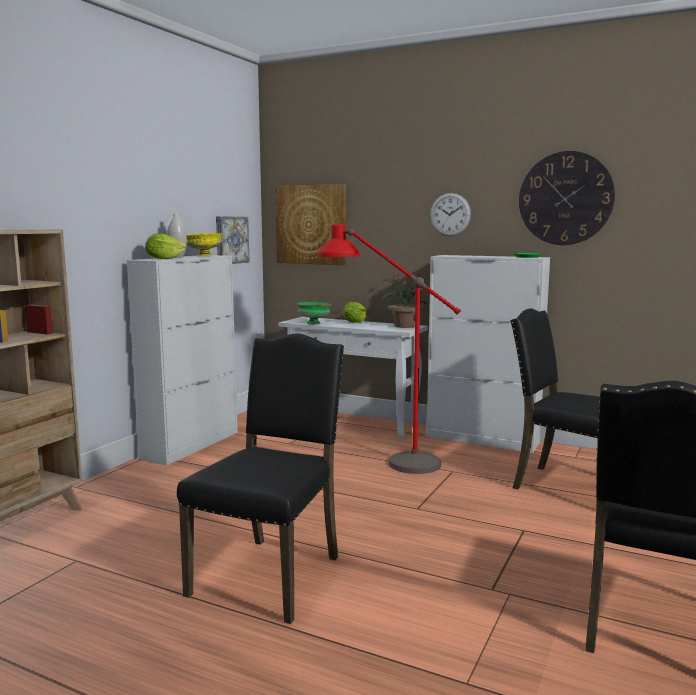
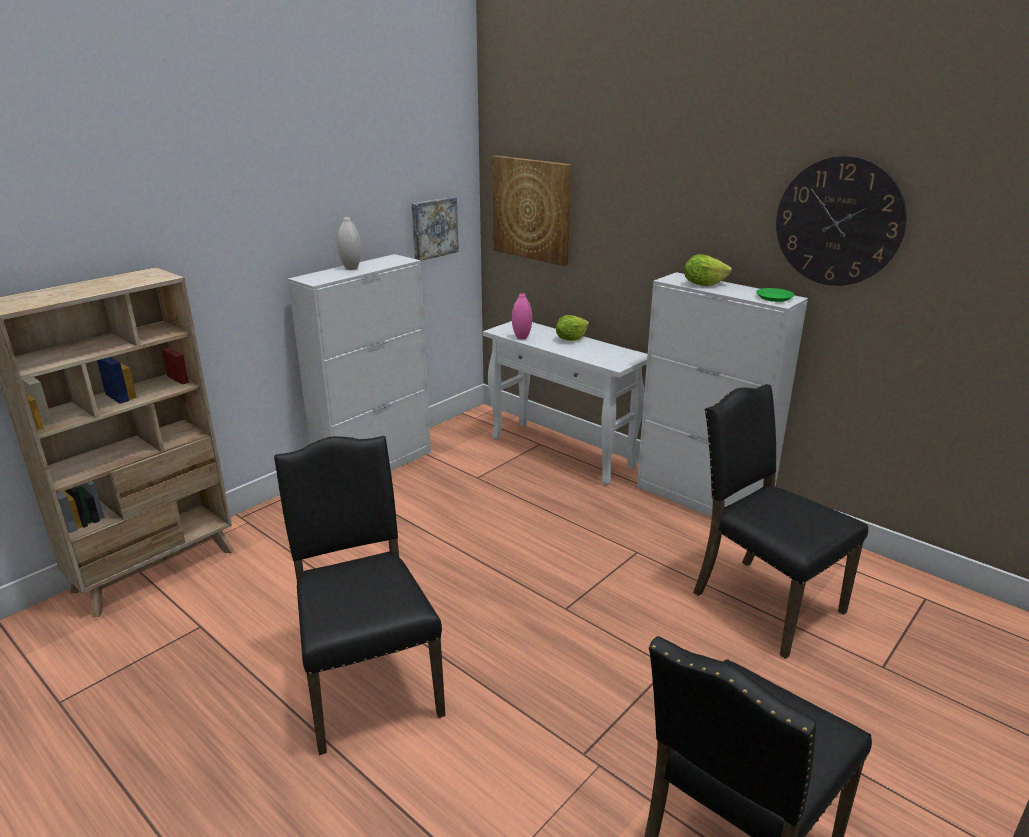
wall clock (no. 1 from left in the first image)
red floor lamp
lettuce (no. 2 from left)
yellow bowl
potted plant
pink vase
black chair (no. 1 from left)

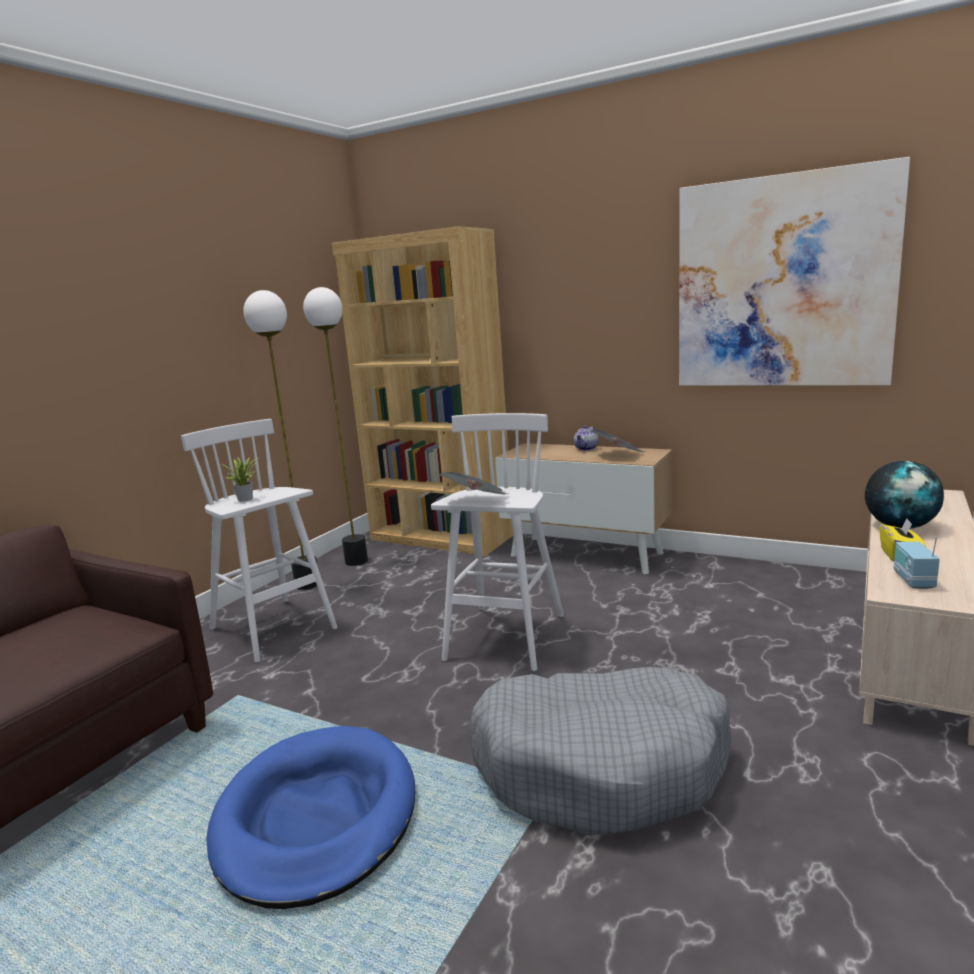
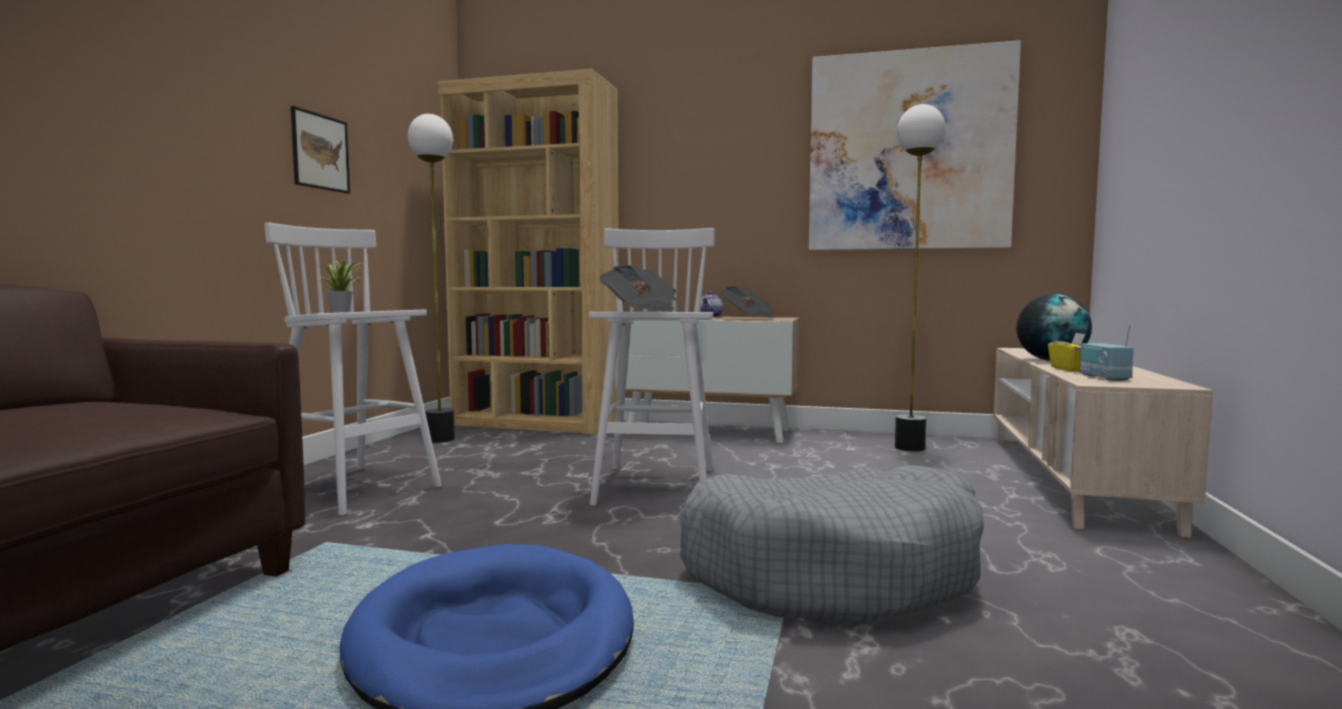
floor lamp (no. 2 from left)
picture (no. 1 from left)

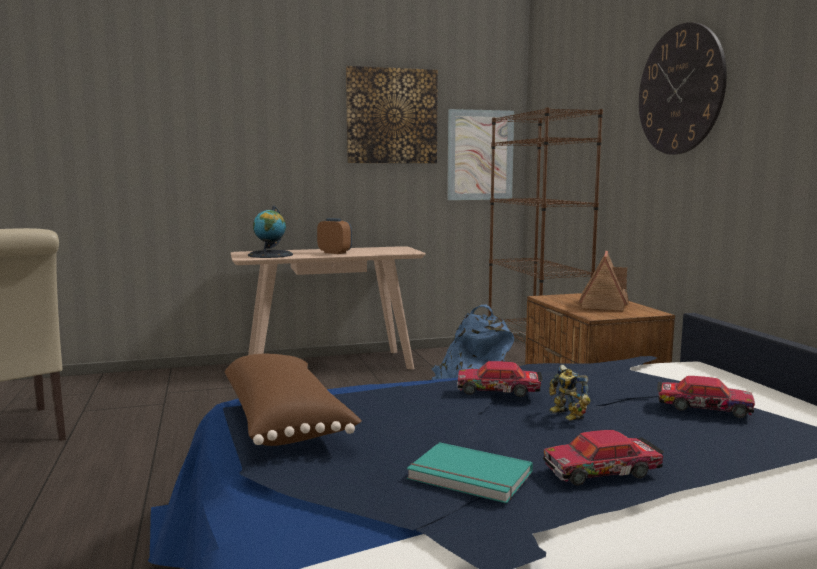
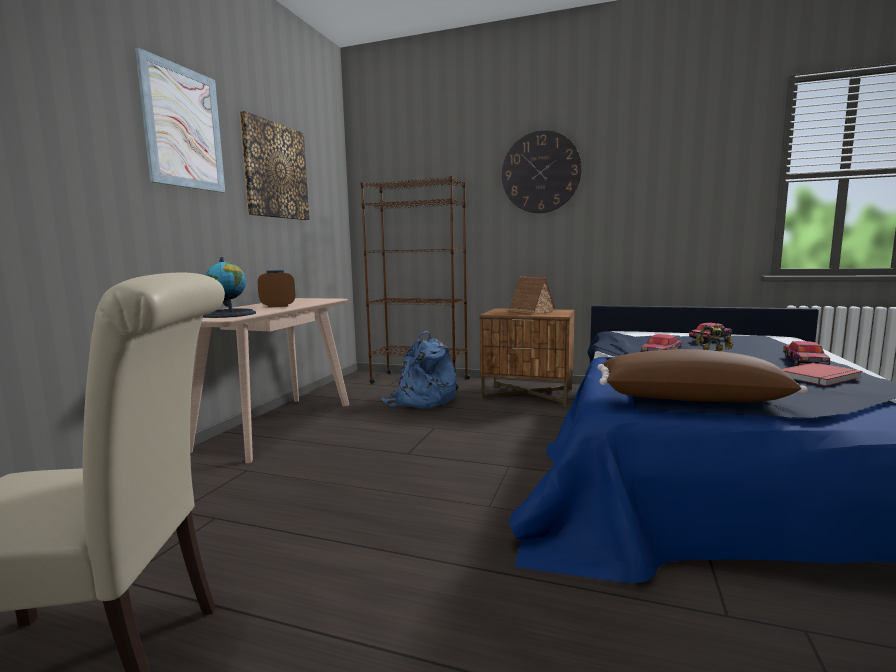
picture (no. 1 from left)
red book

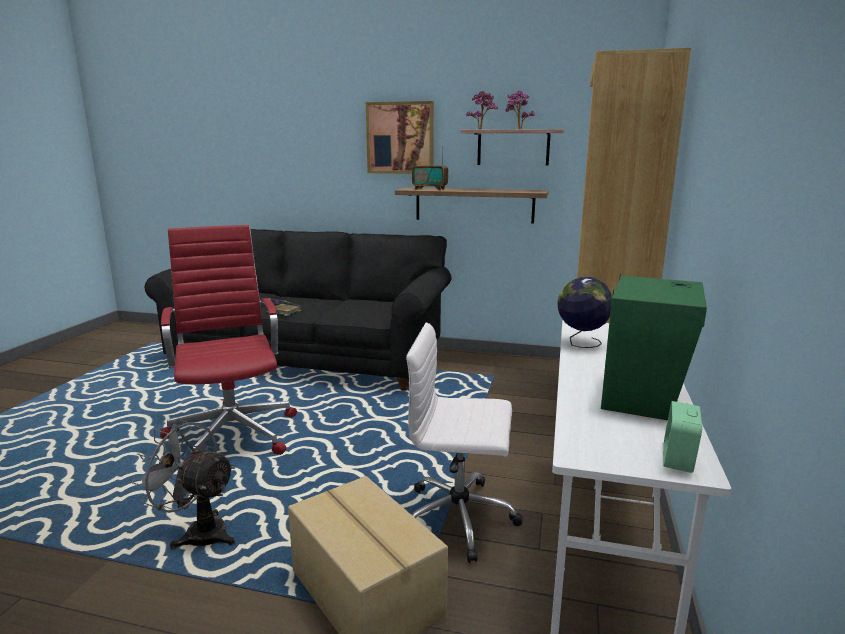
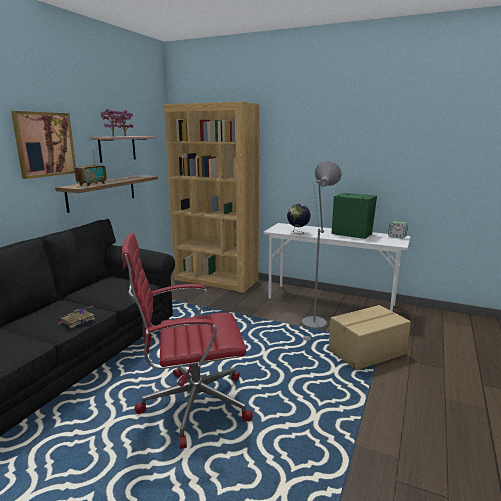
grey floor lamp
grey fan

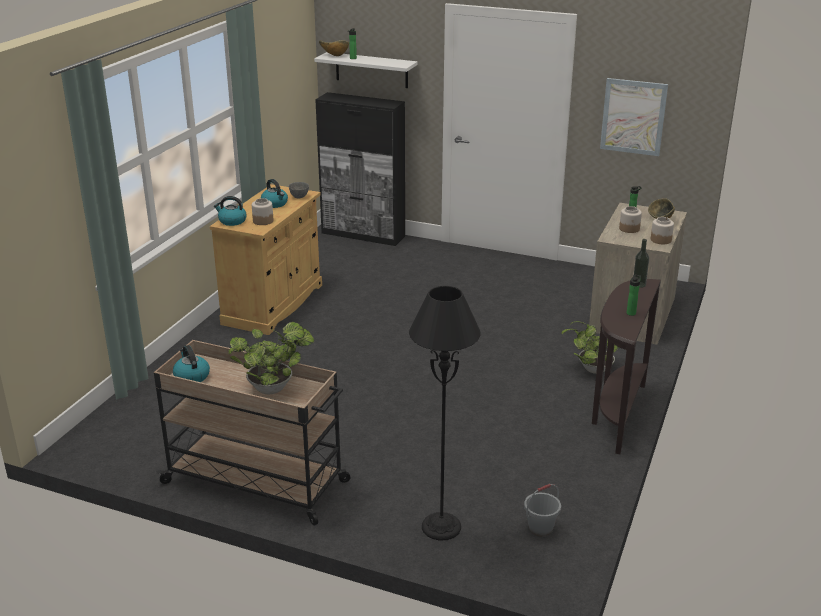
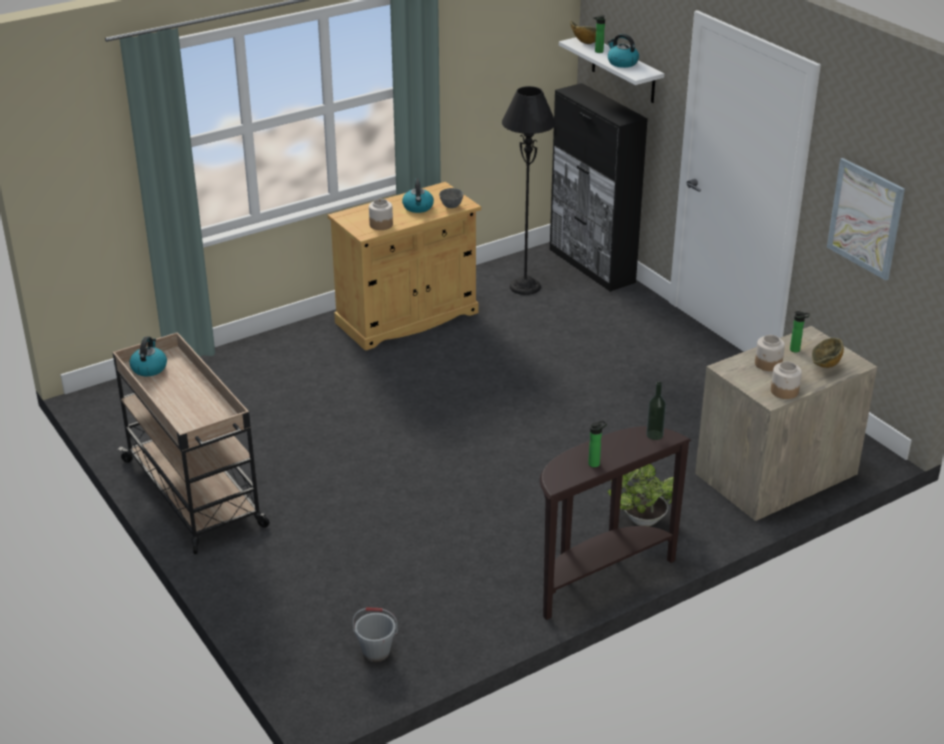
kettle (no. 3 from left)
black floor lamp
potted plant (no. 1 from left in the first image)

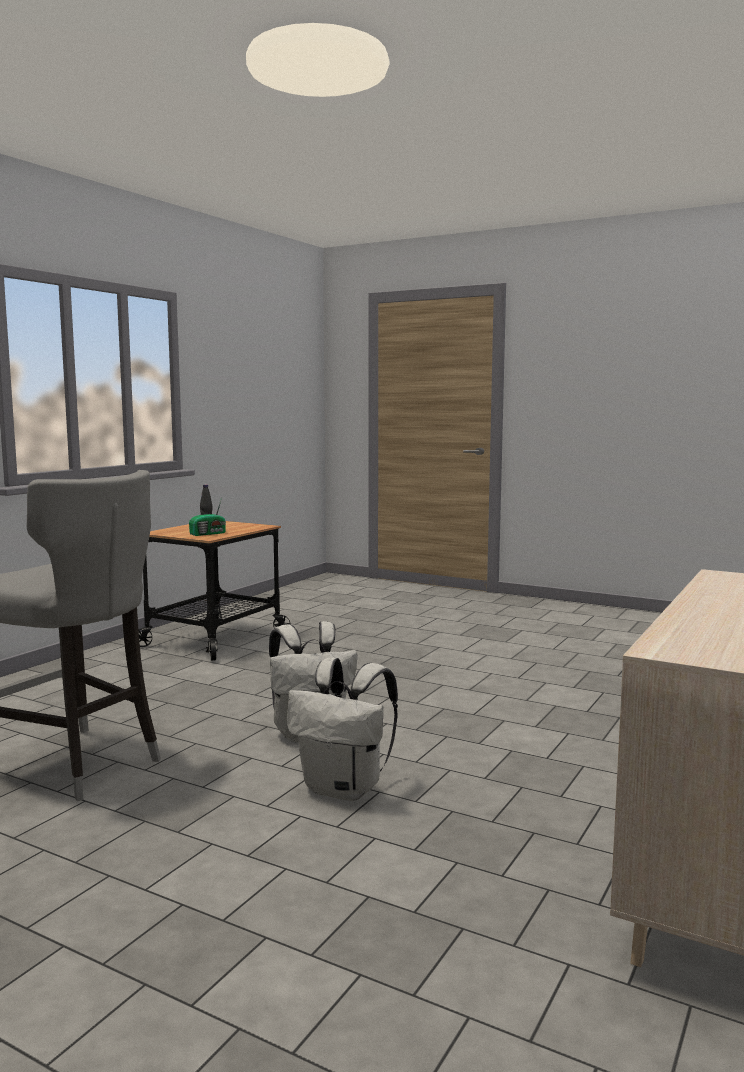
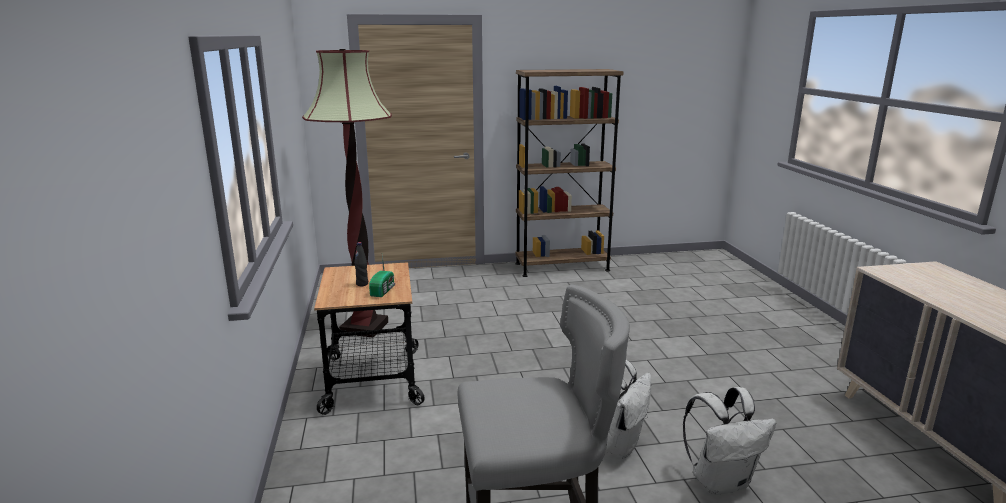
floor lamp
brown bookcase

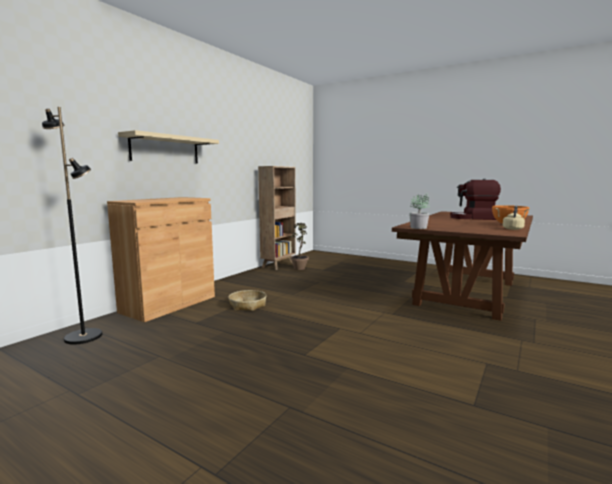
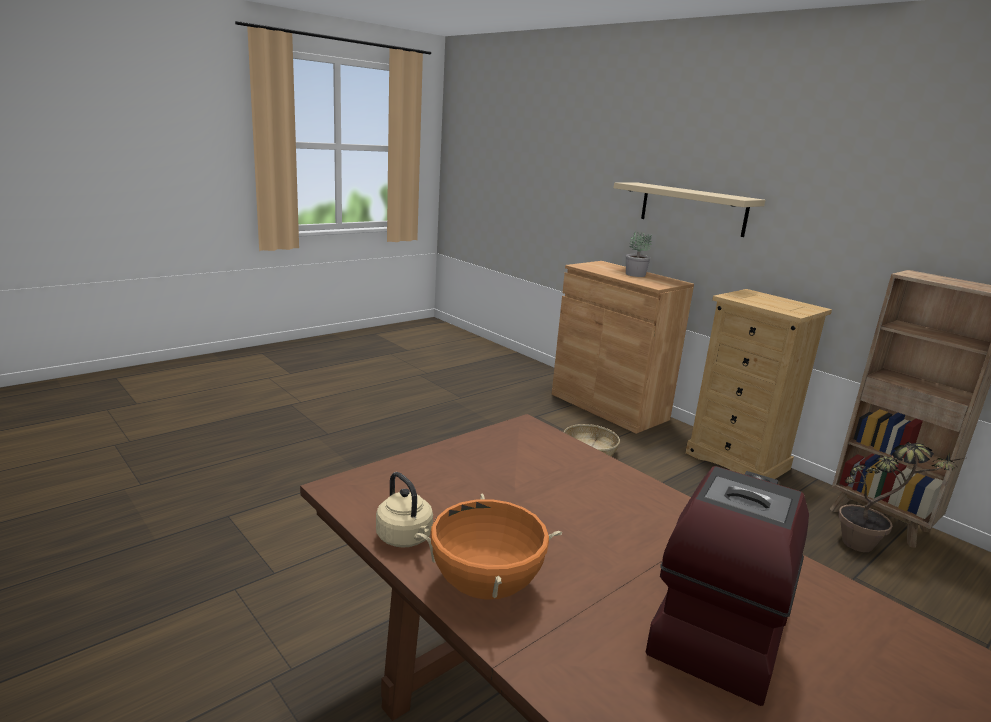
black floor lamp
potted plant (no. 1 from left)
beige dresser

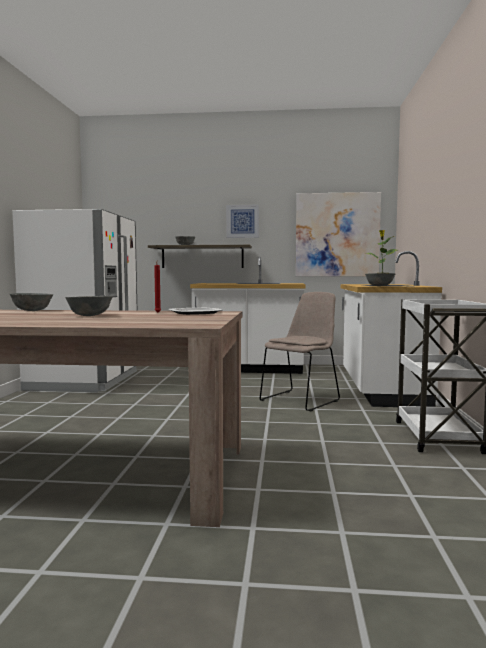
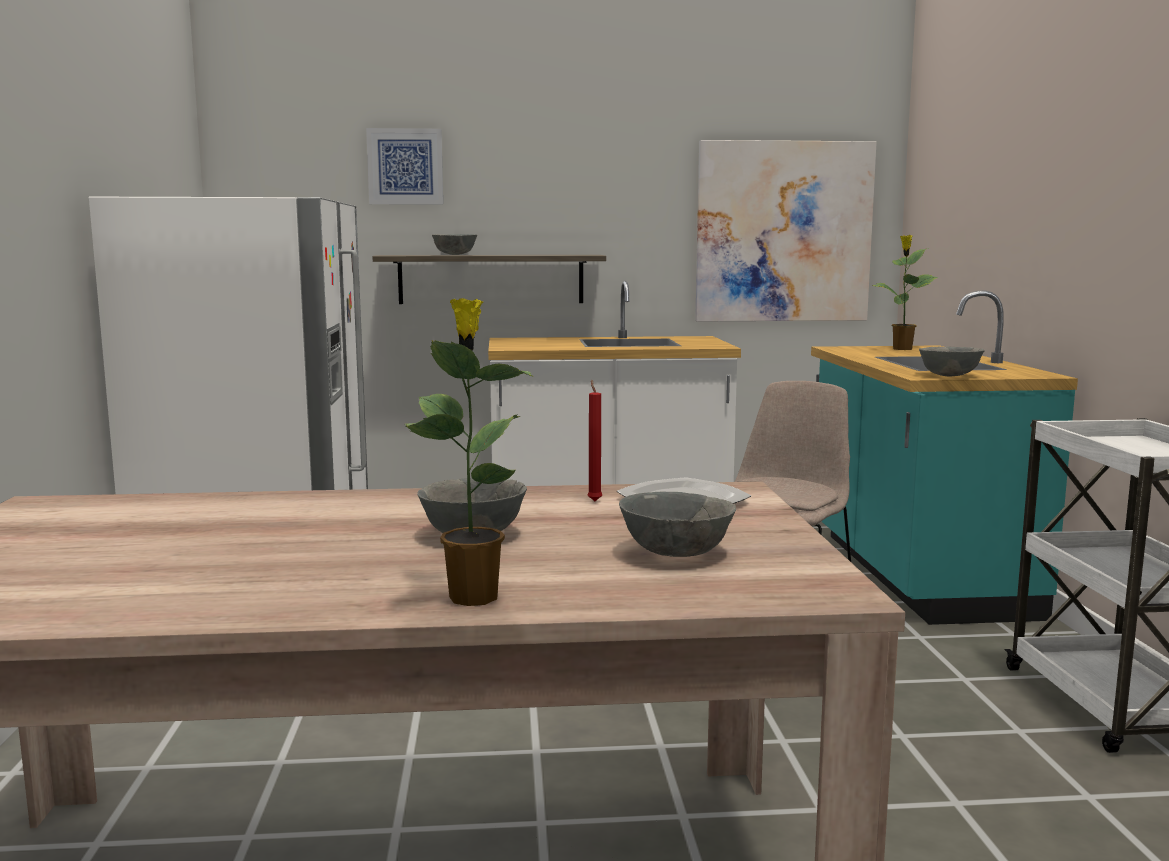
picture (no. 1 from left)
turquoise counter
grey bowl (no. 3 from left)
potted plant (no. 1 from left)

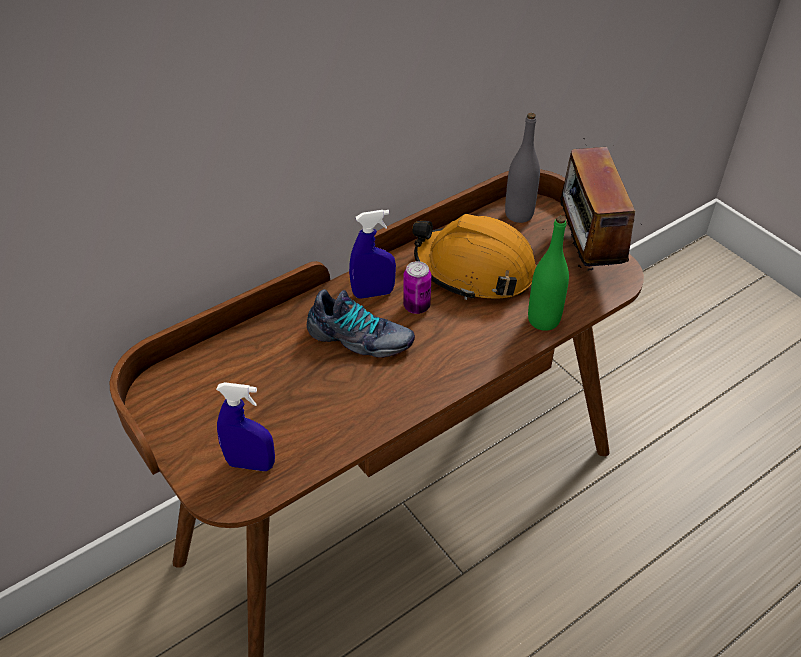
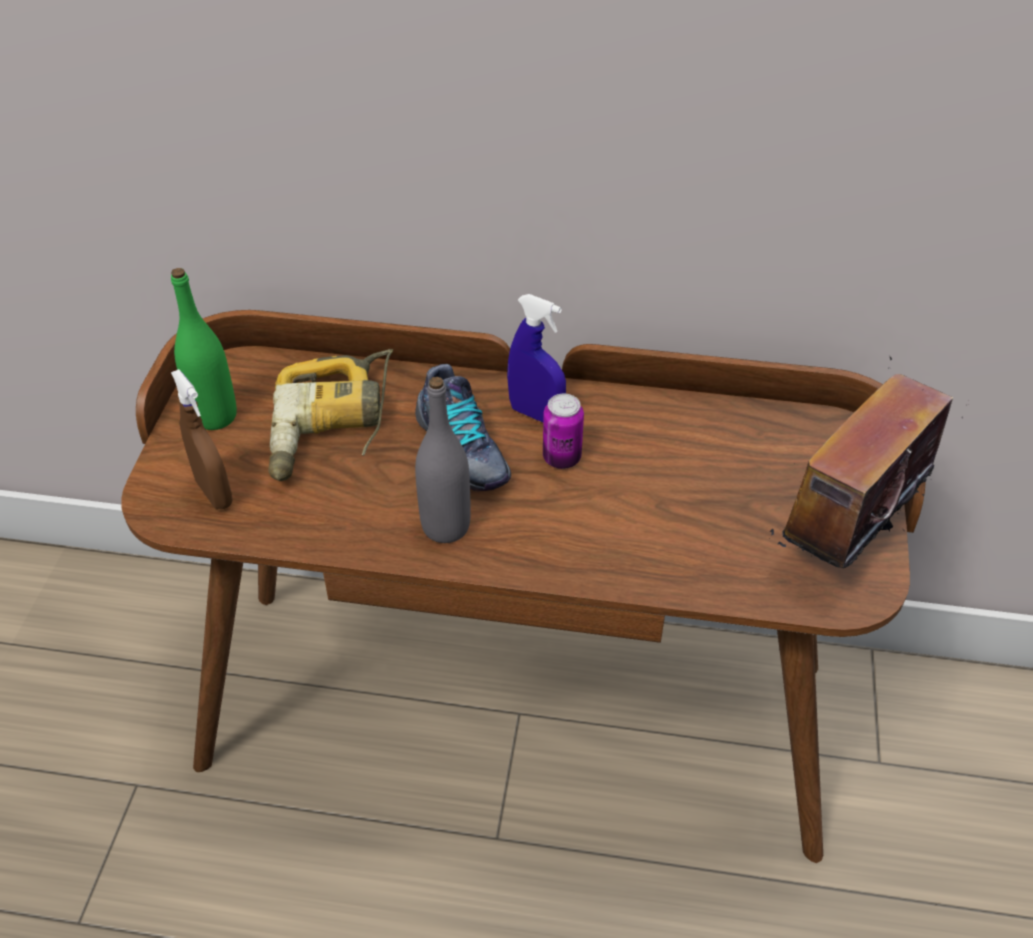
grey bottle
orange hard hat
green bottle
brown spray bottle
power drill

